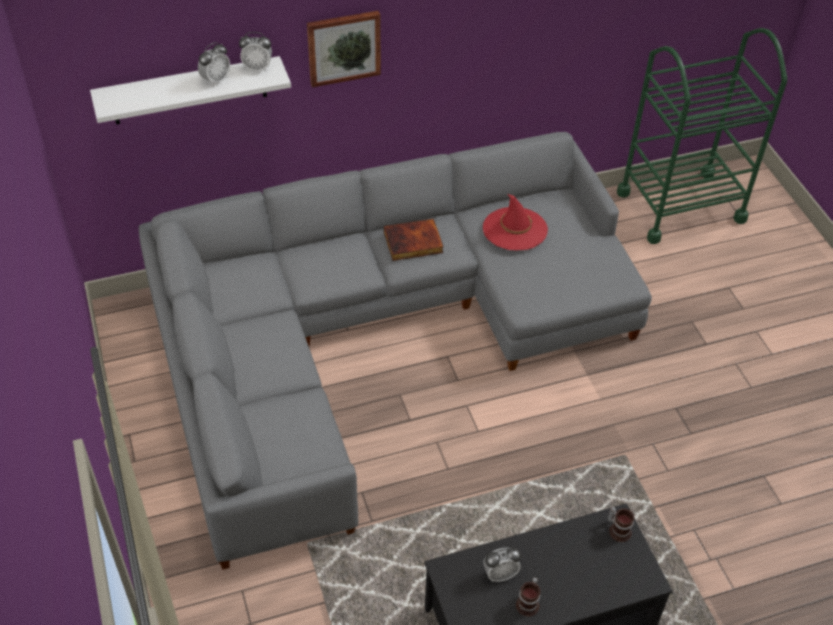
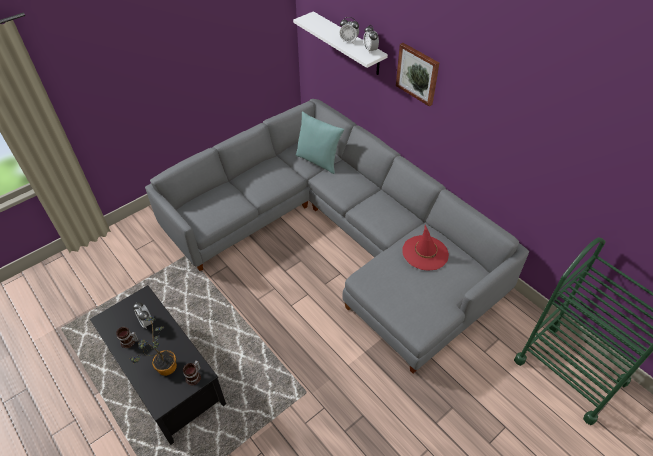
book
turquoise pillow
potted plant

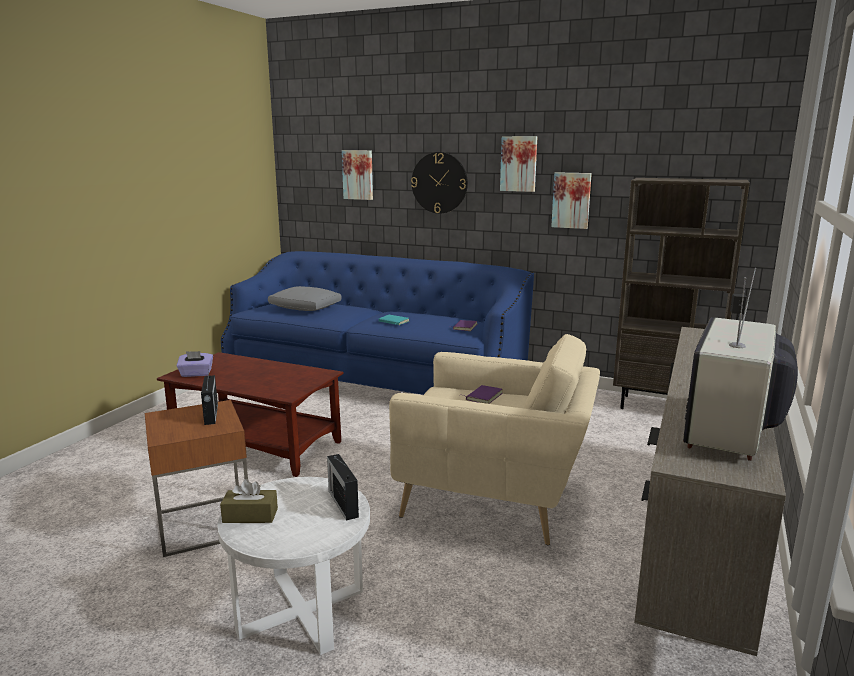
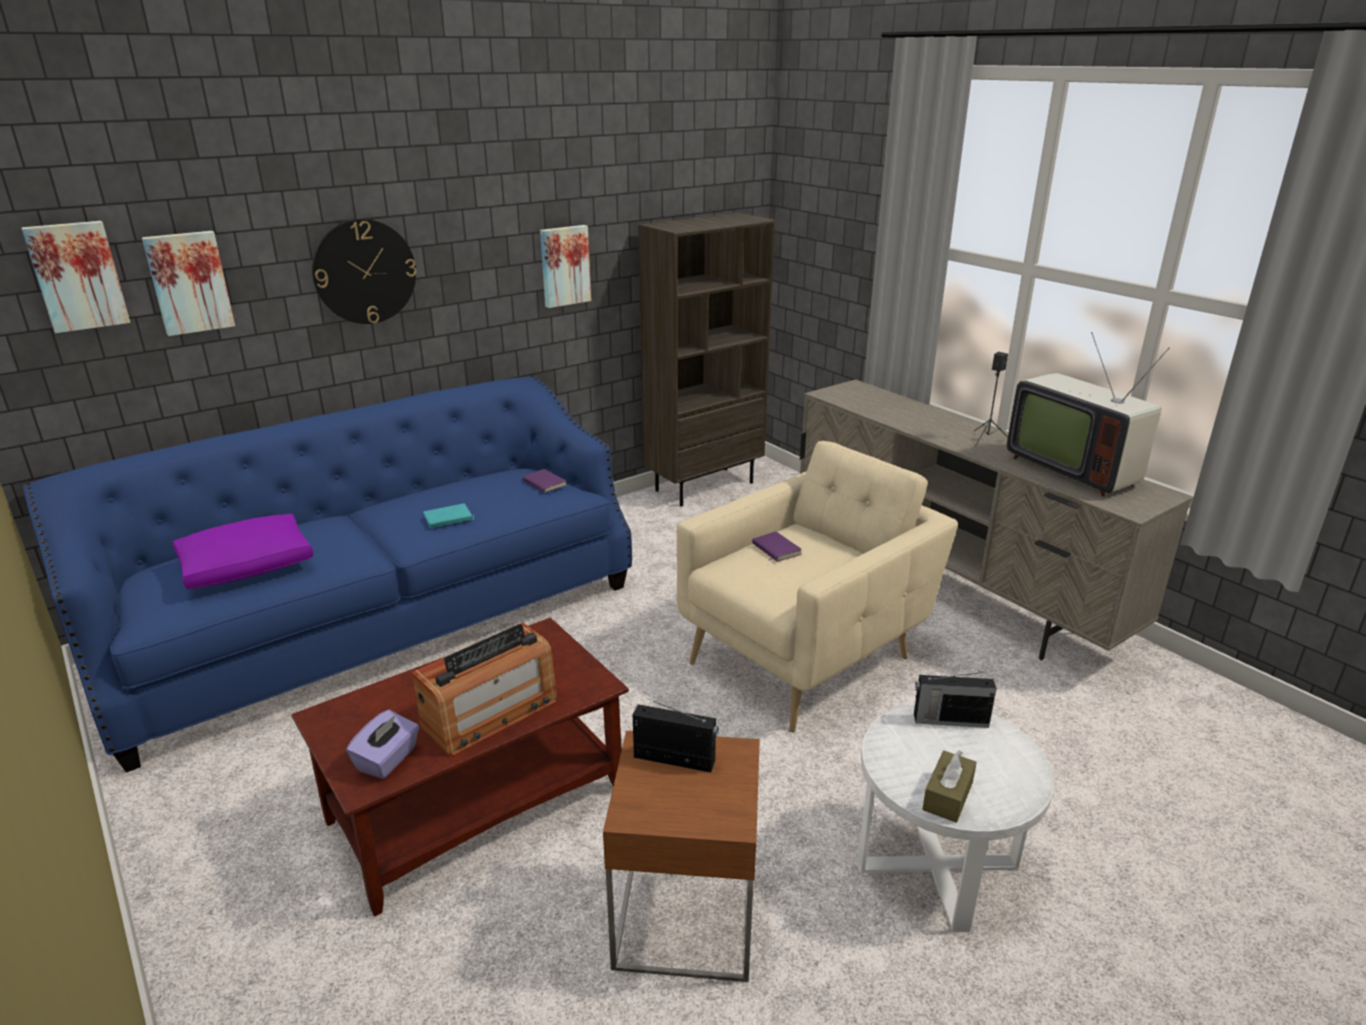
picture (no. 1 from left)
purple pillow
radio (no. 1 from left)

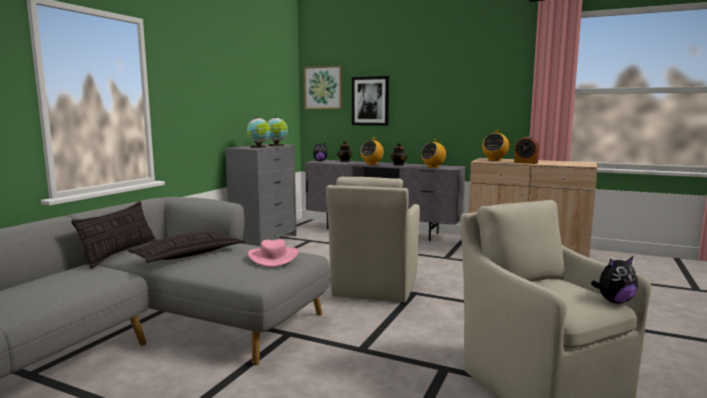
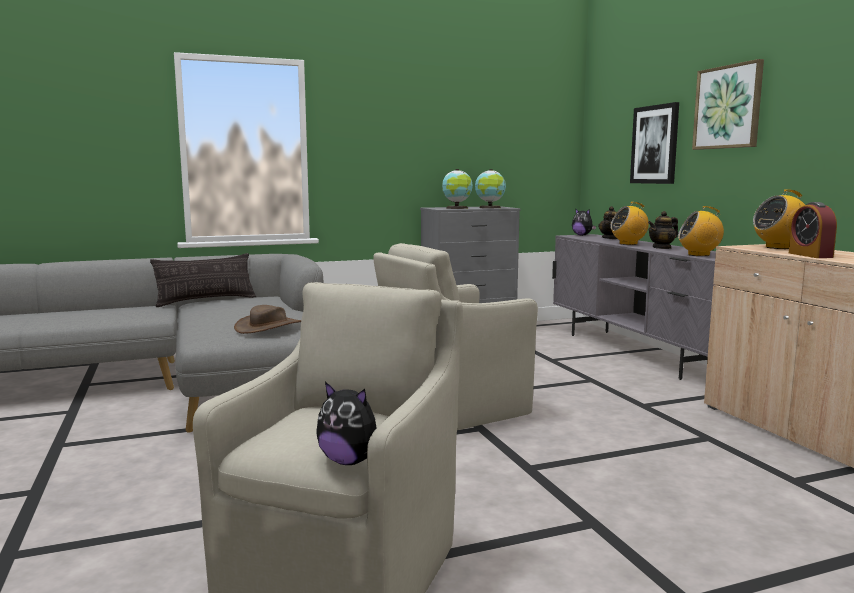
picture (no. 2 from left)
pillow (no. 2 from left in the first image)
brown hat

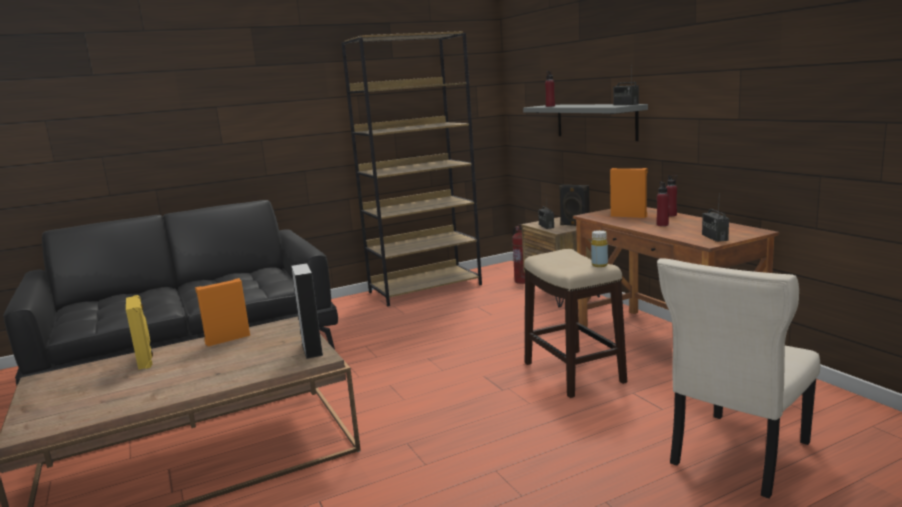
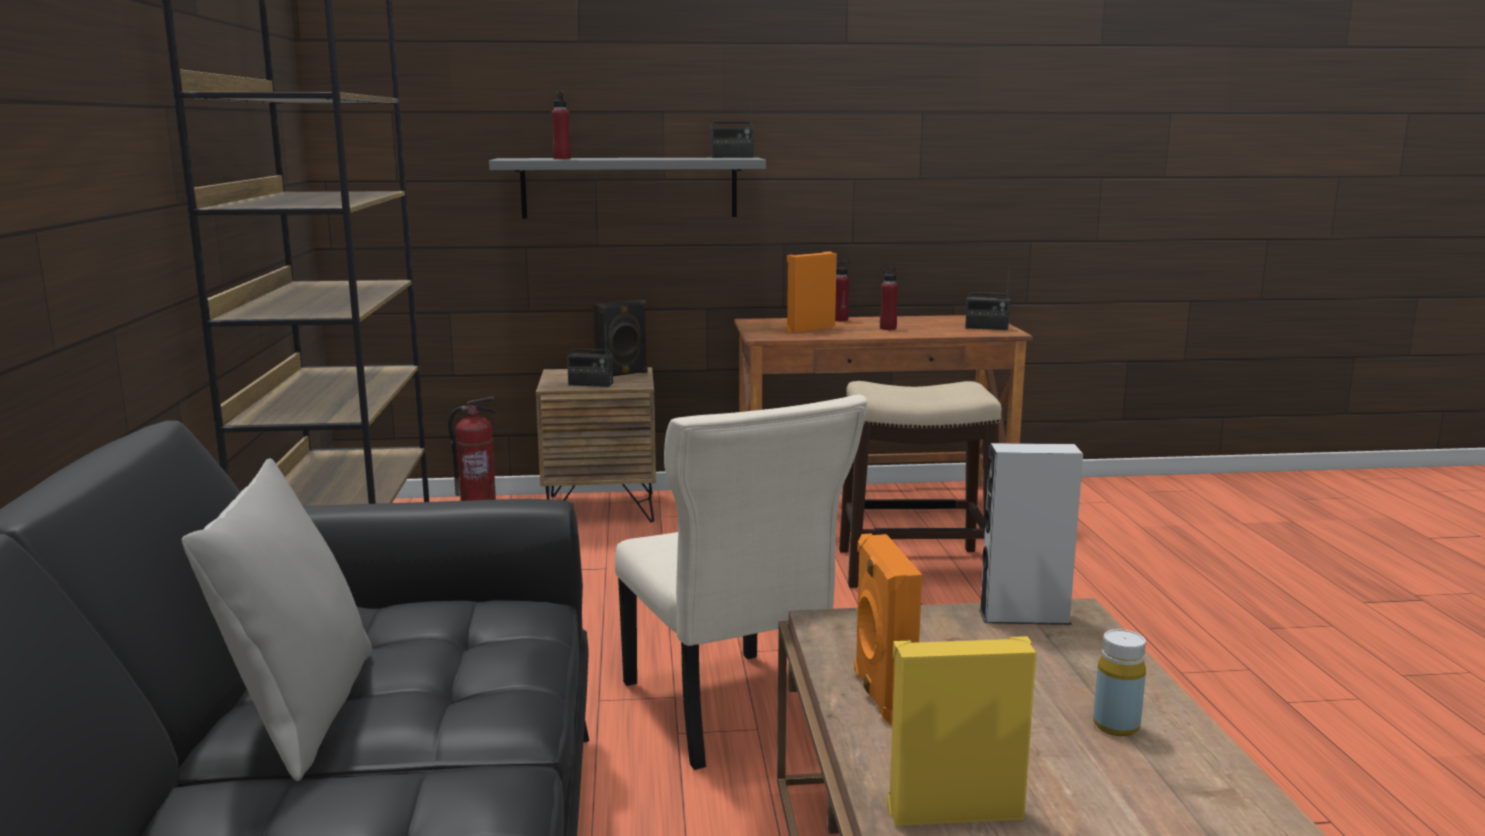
yellow bottle
beige chair
grey pillow

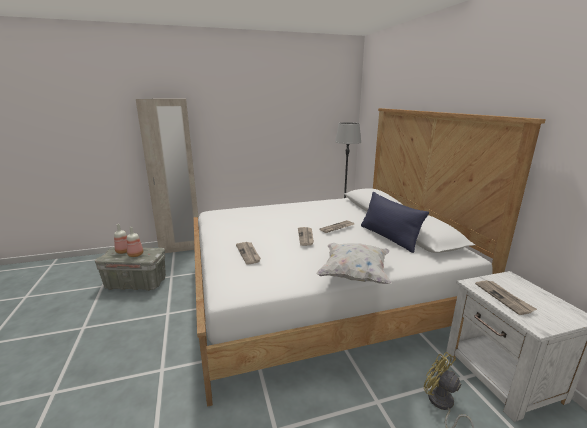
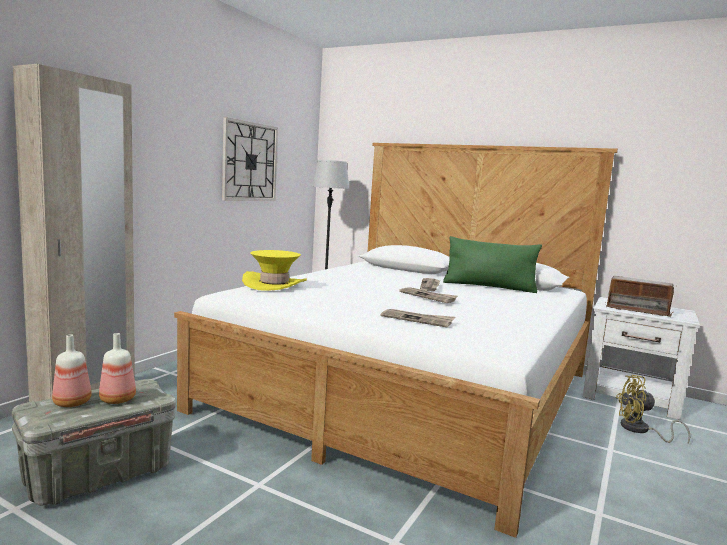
green pillow
white pillow
radio
wall clock
yellow hat

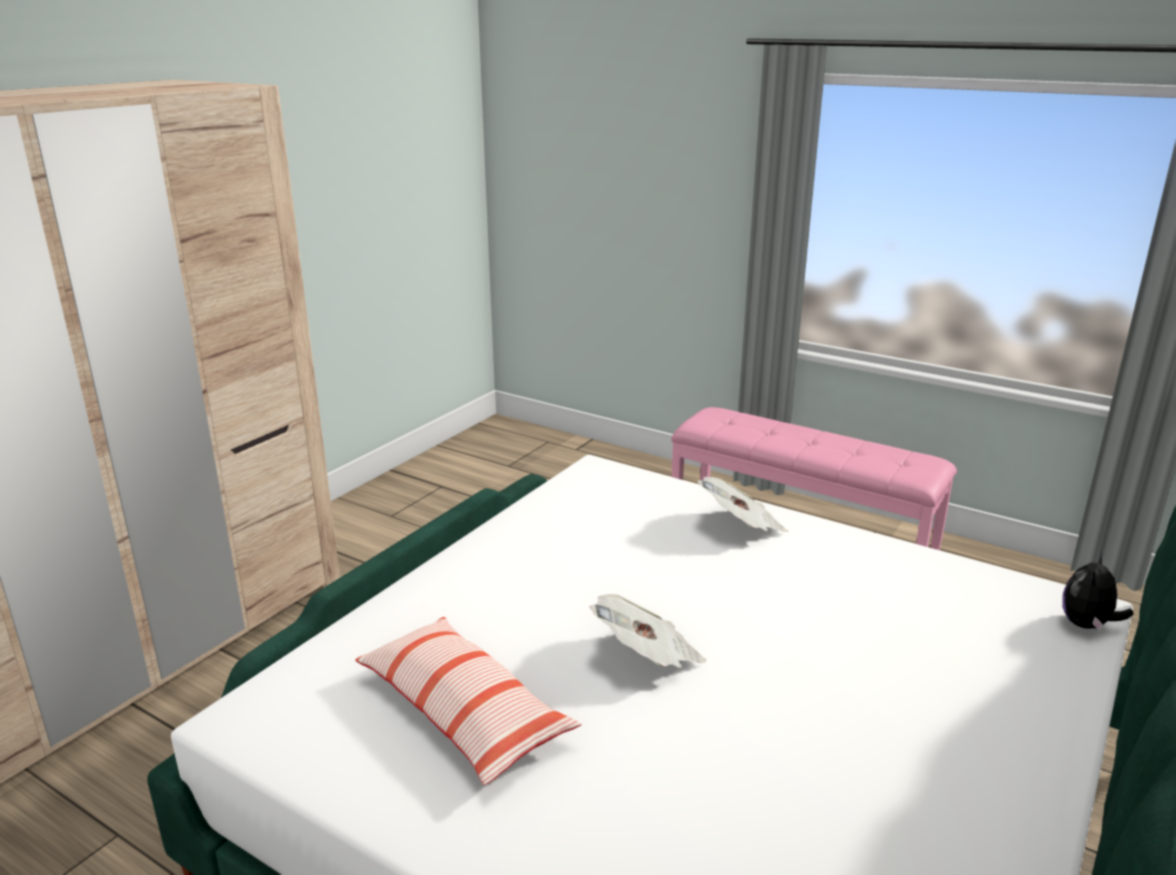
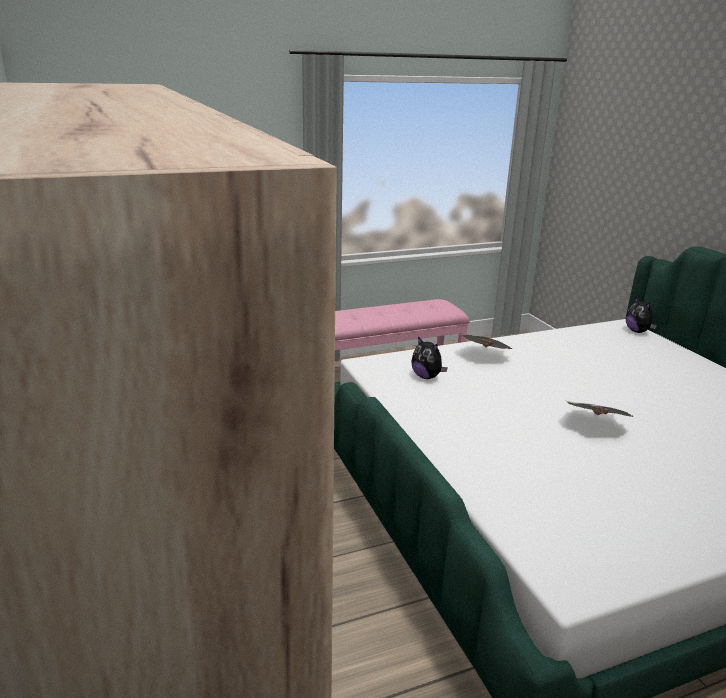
pillow
plush toy (no. 1 from left)

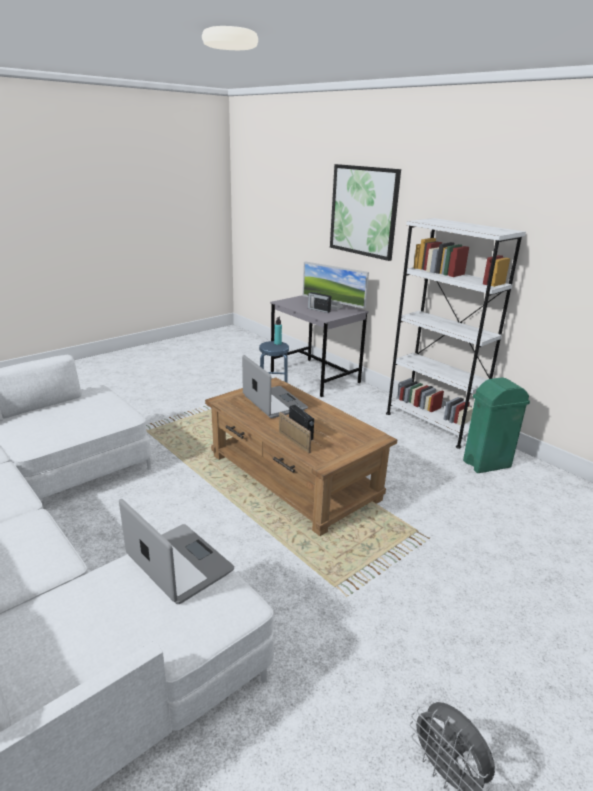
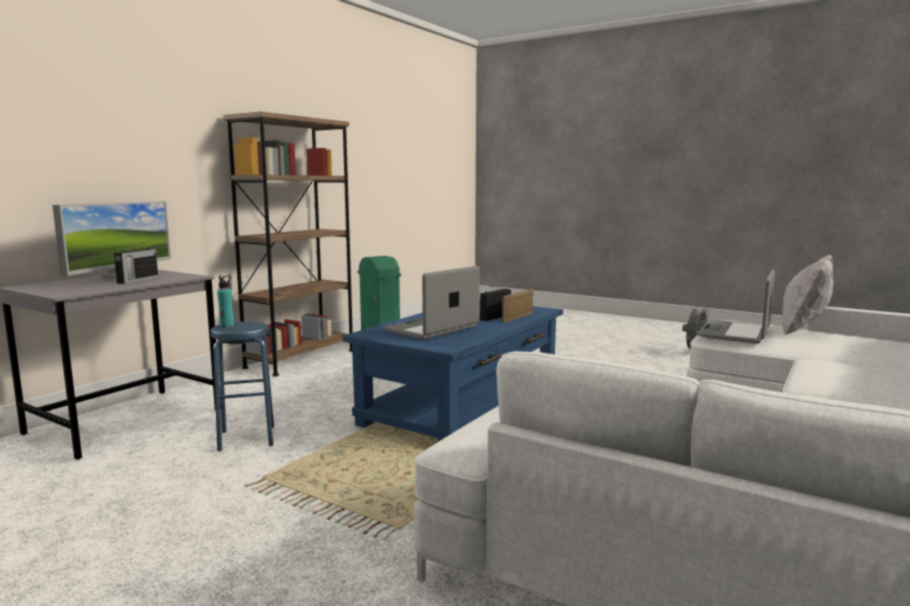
picture
brown bookcase
blue coffee table
white pillow

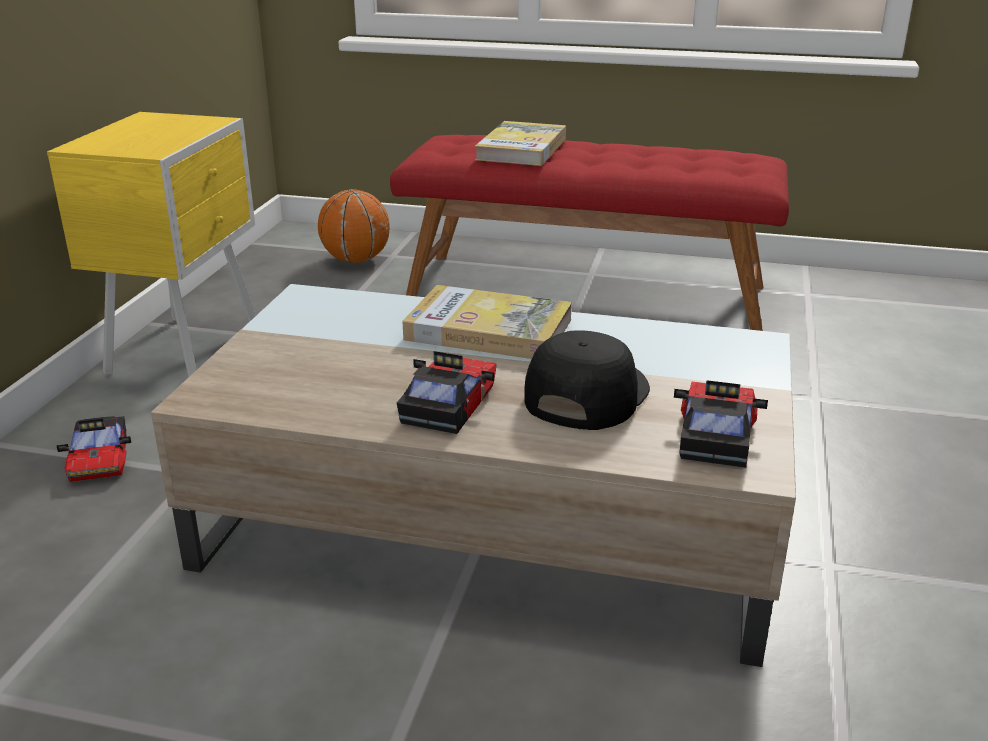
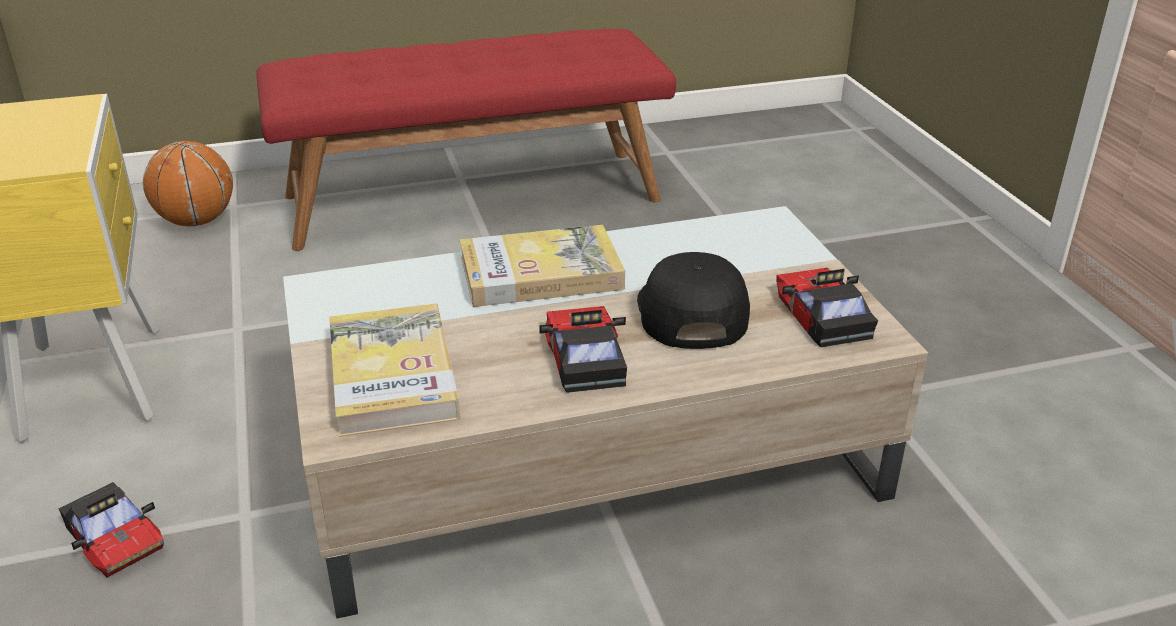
book (no. 1 from left)

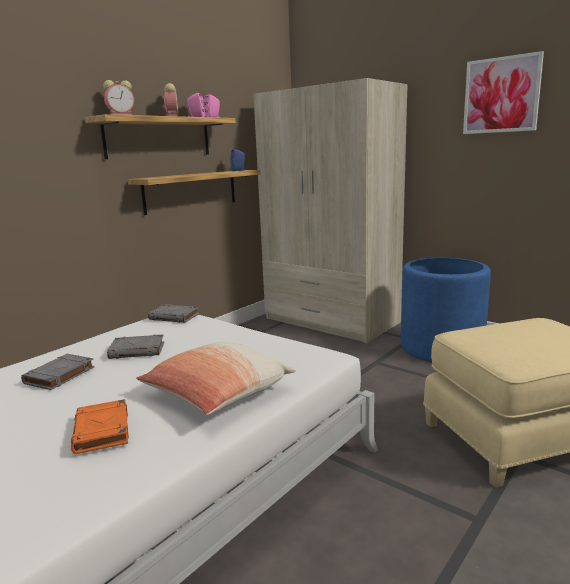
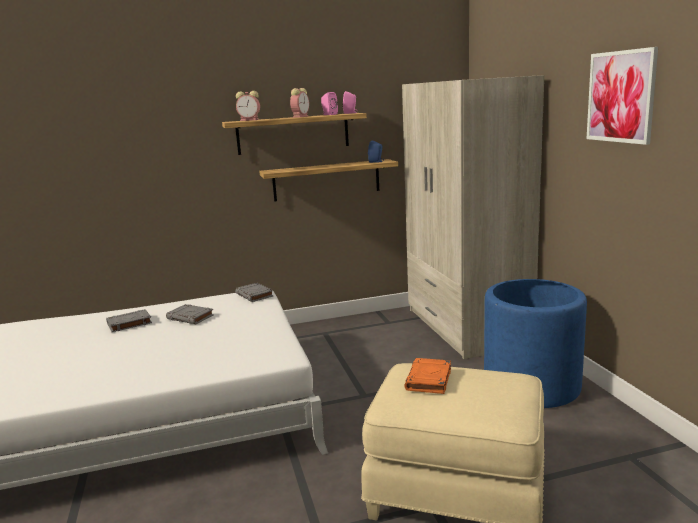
pillow
orange book

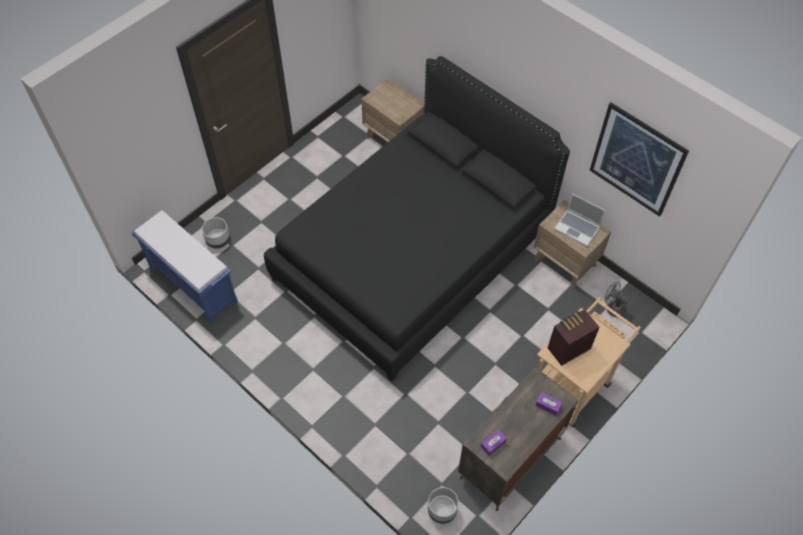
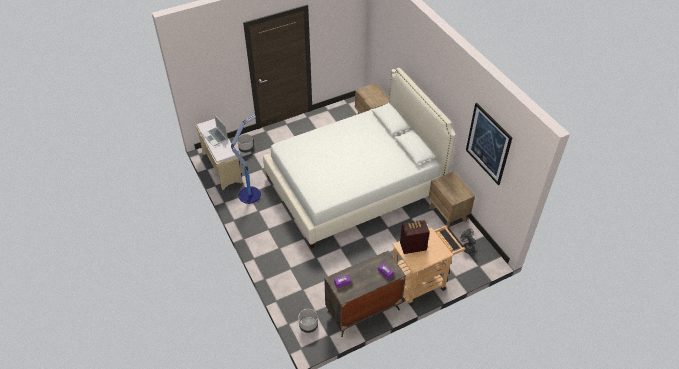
white bed
laptop
beige bench
floor lamp

